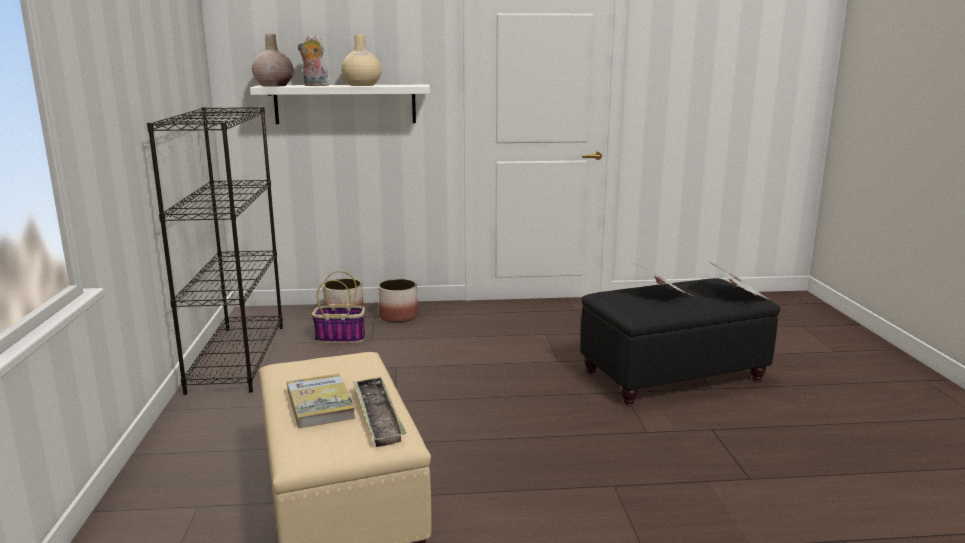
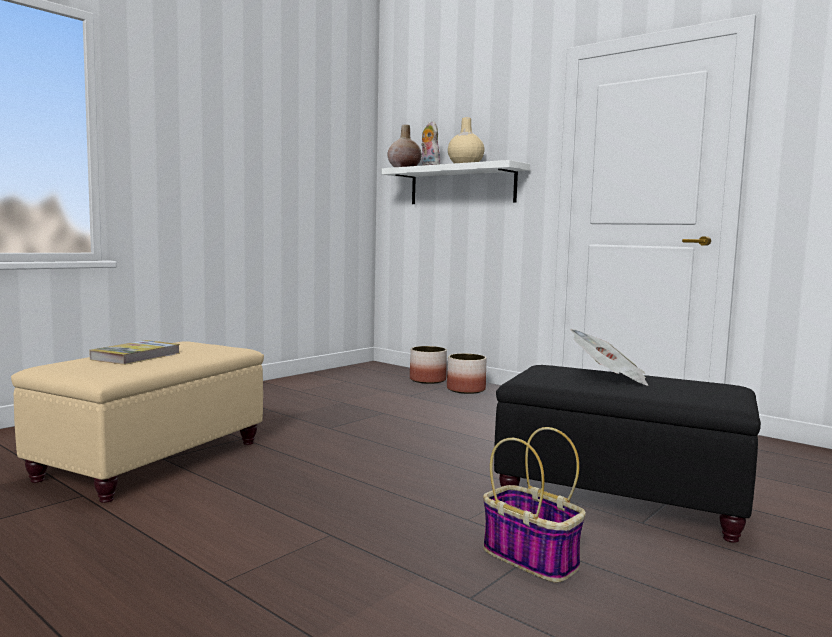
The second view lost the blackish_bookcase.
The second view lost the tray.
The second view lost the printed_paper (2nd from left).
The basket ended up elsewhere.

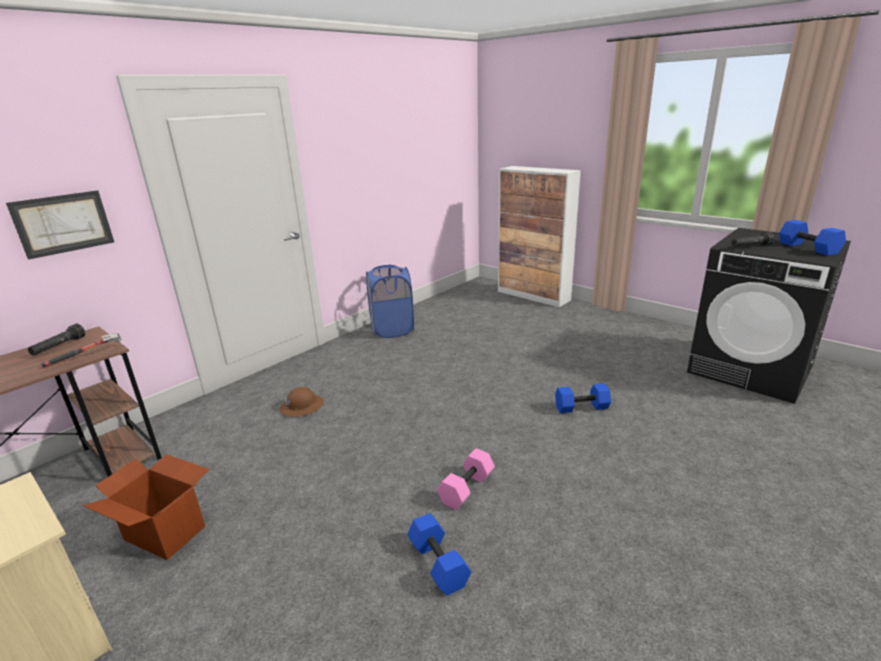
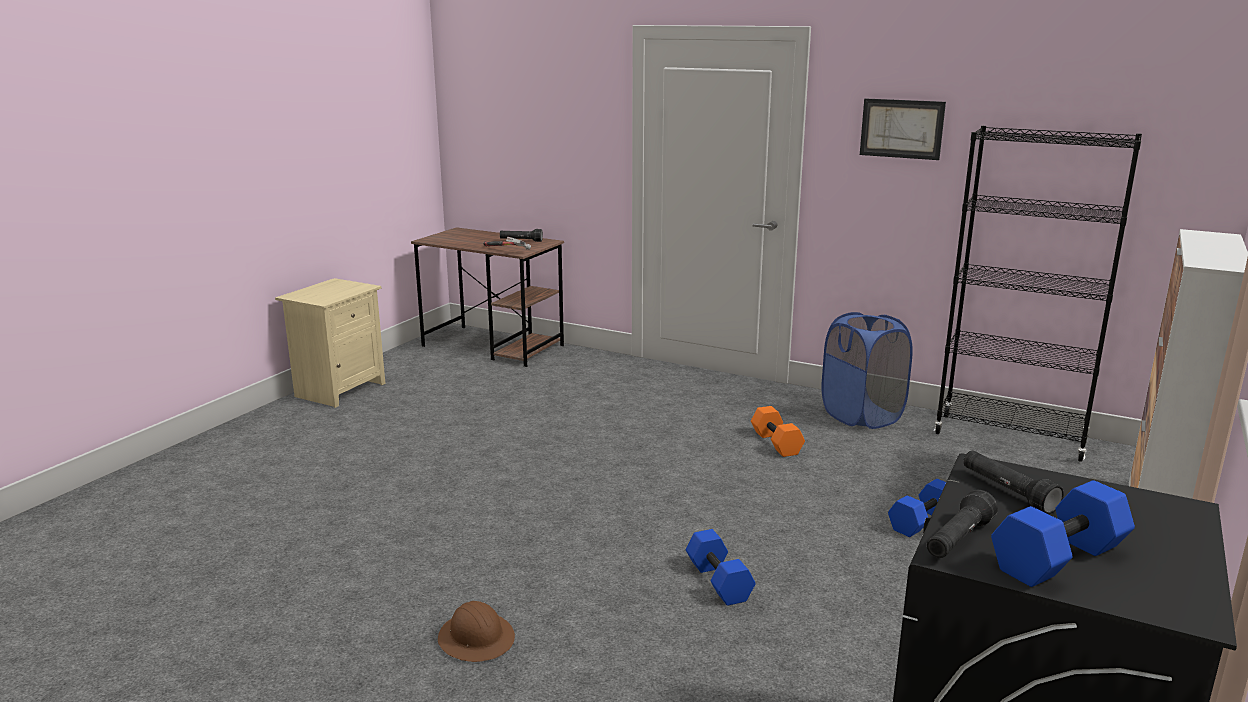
The second view lost the packing_box.
The second view lost the pink_dumbbell.
The second view gained the orange-coloured_dumbbell.
The second view gained the blackish_flashlight (2nd from left).
The second view gained the blackish_bookcase.
The wall_picture ended up elsewhere.
The brownish_hard_hat ended up elsewhere.
The blue_dumbbell (1st from left in the first image) ended up elsewhere.

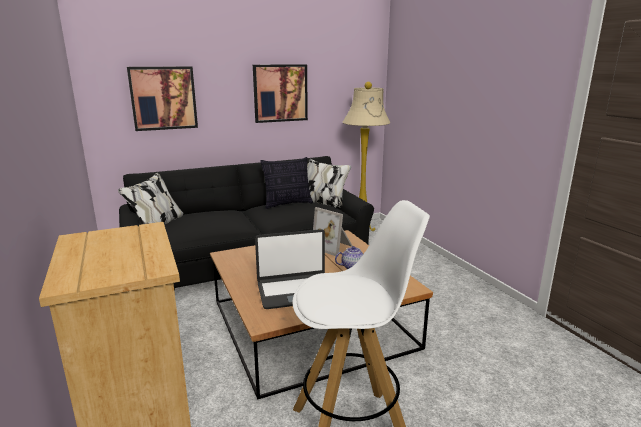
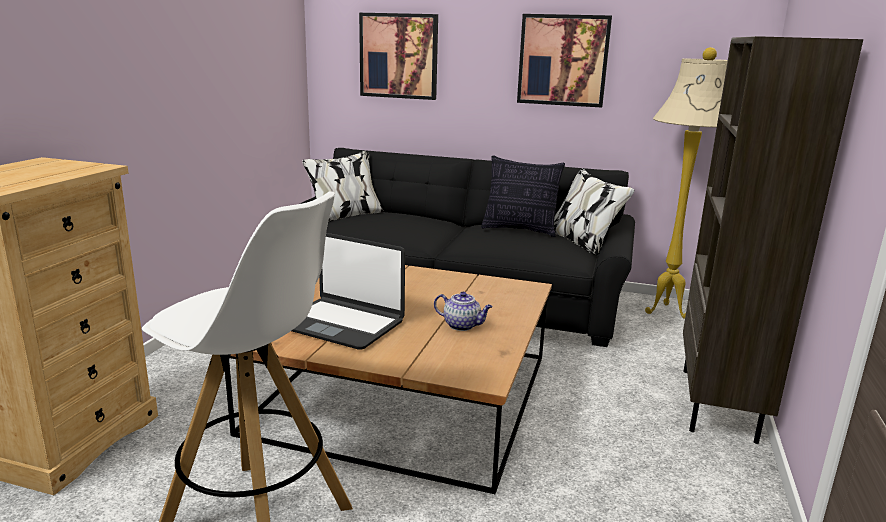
The second view lost the photo_frame.
The second view gained the brownish_bookcase.

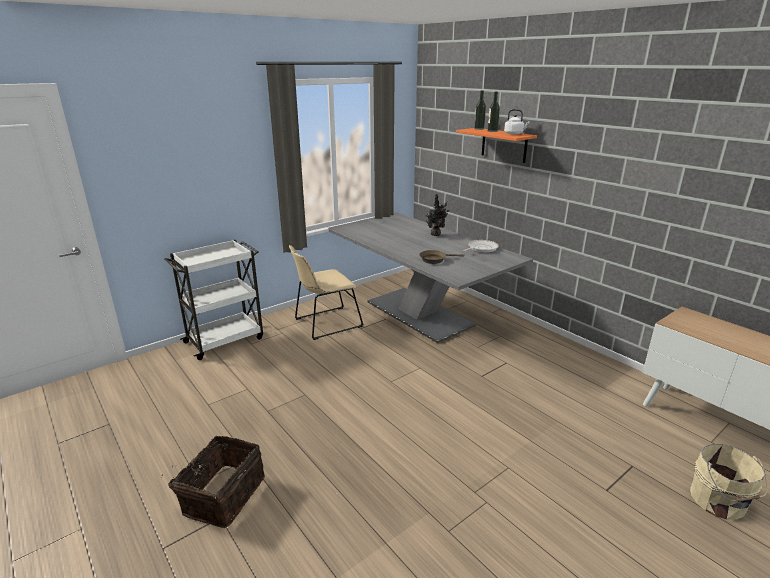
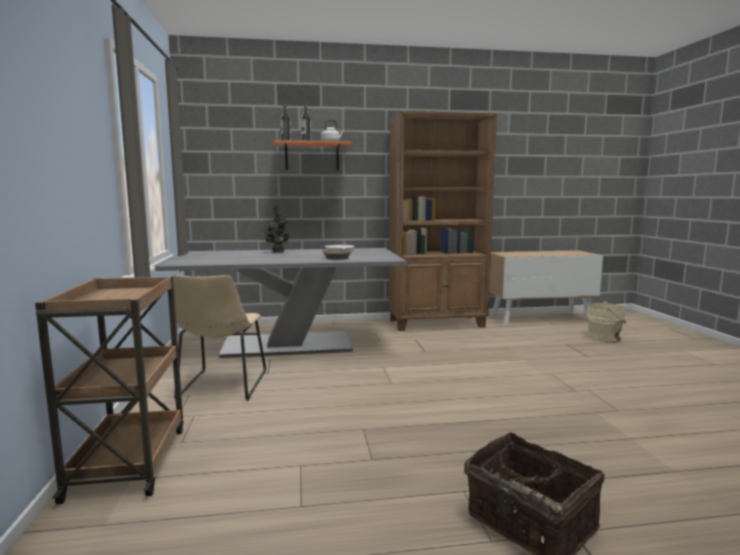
The second view gained the brownish_bookcase.
What was the white-coloured_trolley turned into the brownish_trolley.

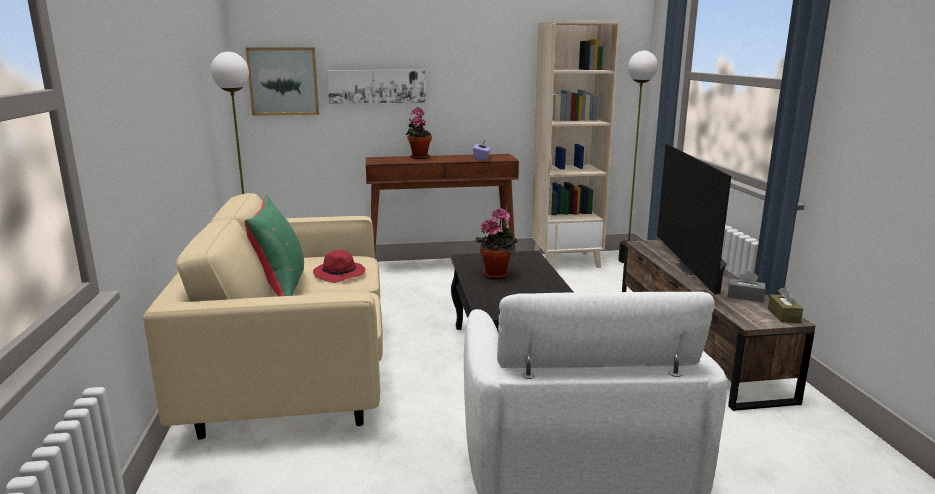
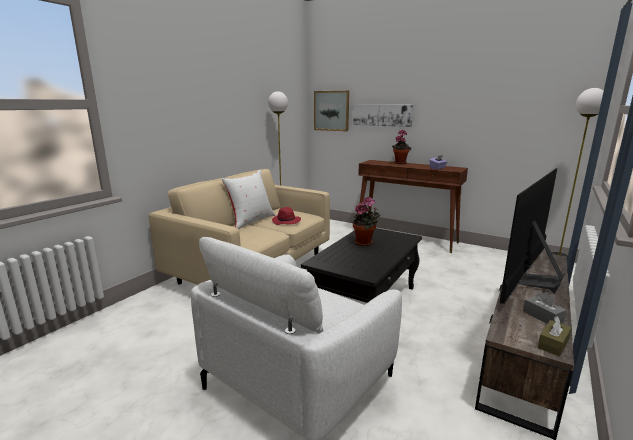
The second view lost the beige_bookcase.
What was the green_pillow turned into the white-coloured_pillow.

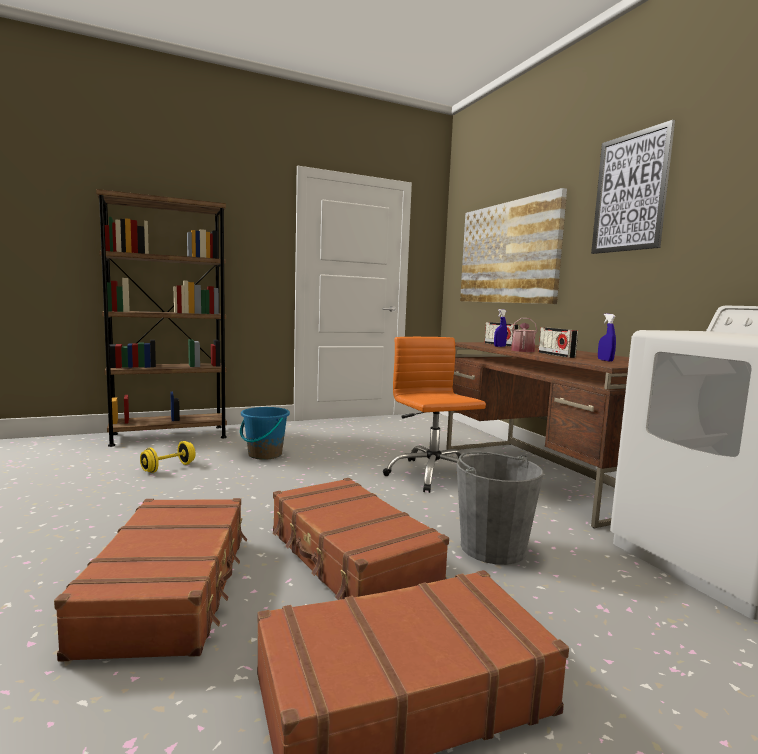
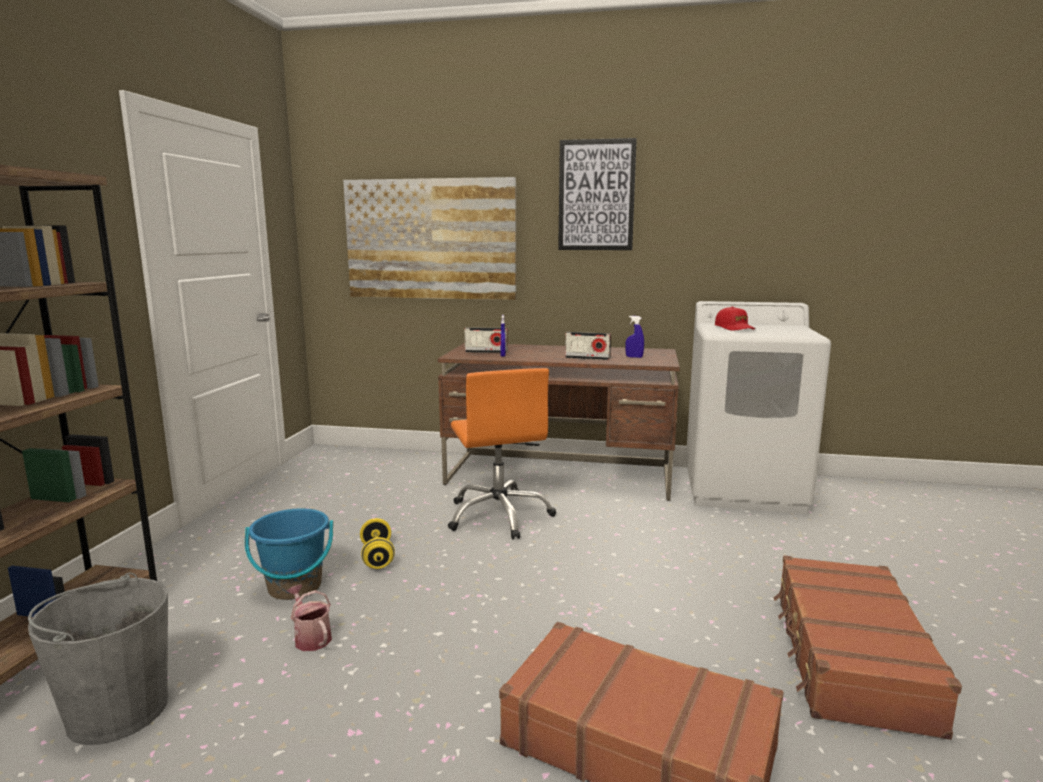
The second view lost the brownish_suitcase (2nd from left).
The second view gained the red_baseball_cap.
The yellowish_dumbbell ended up elsewhere.
The gray_pail ended up elsewhere.
The watering_can ended up elsewhere.
The orange-coloured_computer_chair ended up facing another way, 120 degrees counterclockwise from before.

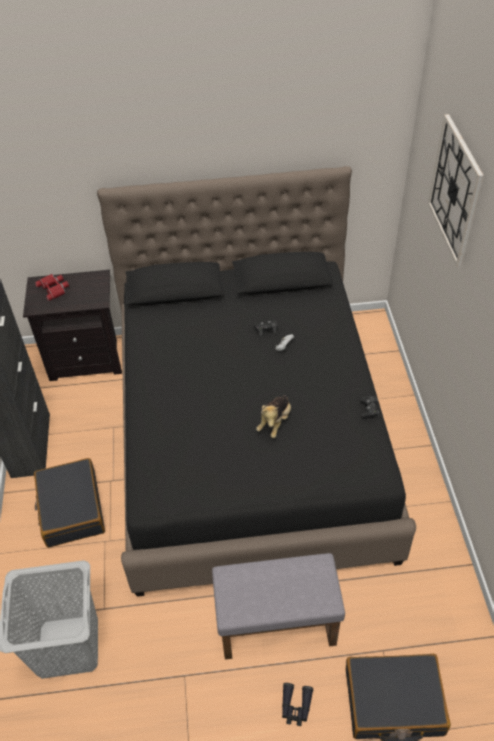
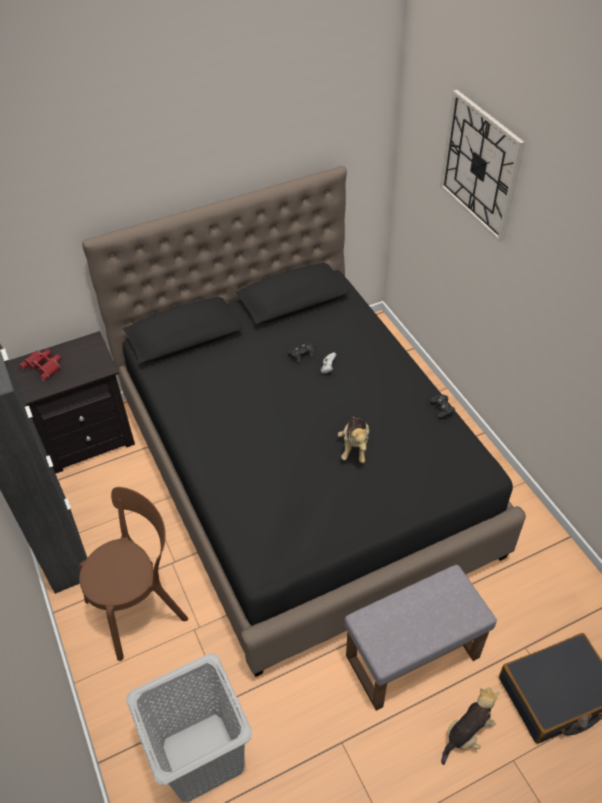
Where the blackish_suitcase (1st from left) stood, the brownish_upright_chair came to stand.
Where the blackish_binoculars stood, the plush_toy (2nd from left) came to stand.

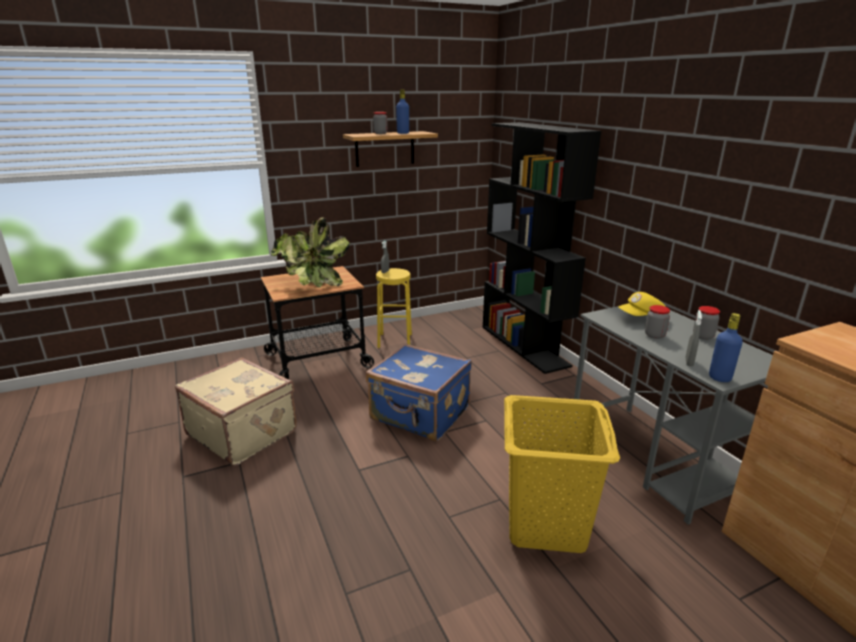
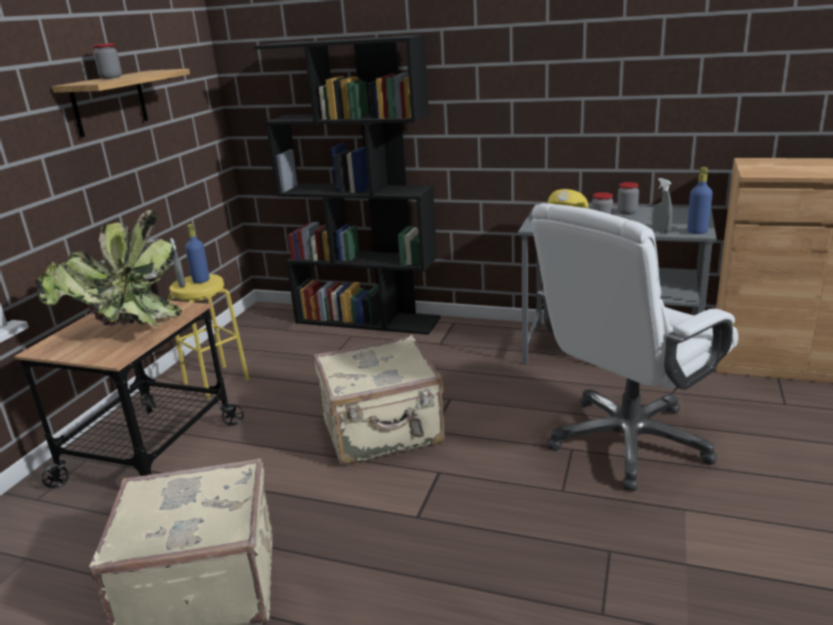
The blue_drink_bottle (1st from left) ended up elsewhere.
Where the yellowish_hamper stood, the white-coloured_computer_chair came to stand.
What was the blue_suitcase turned into the beige_suitcase (2nd from left).

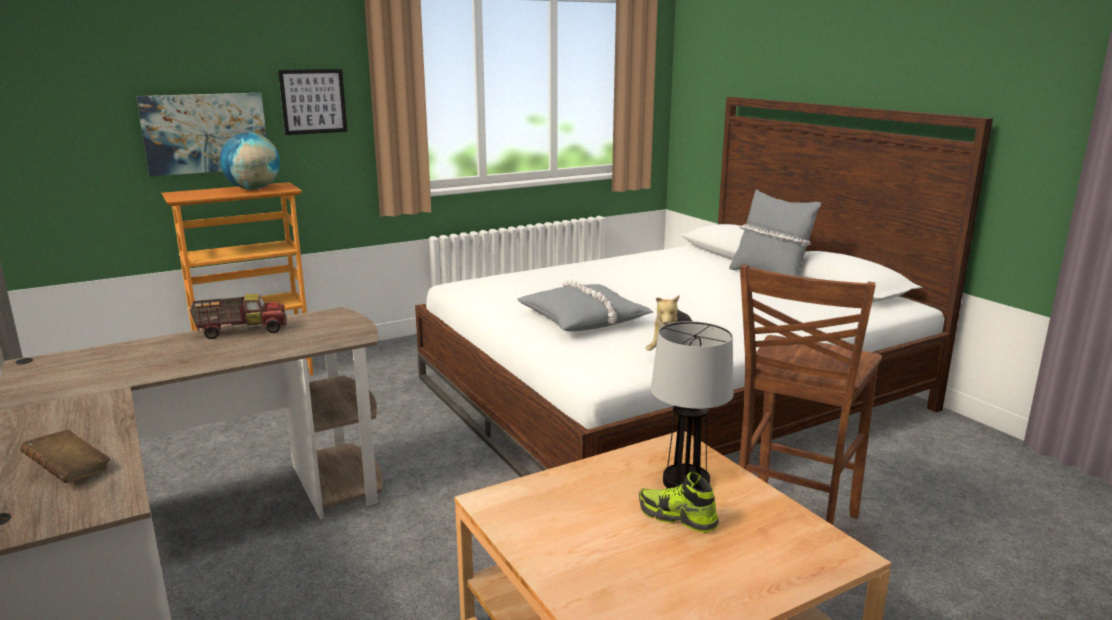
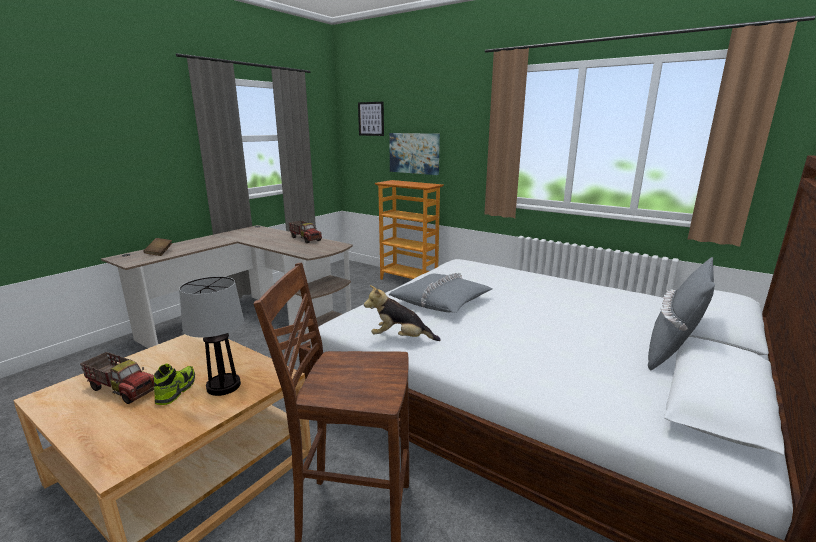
The second view lost the globe.
The second view gained the model_truck (1st from left).
The wall_picture (2nd from left in the first image) ended up elsewhere.

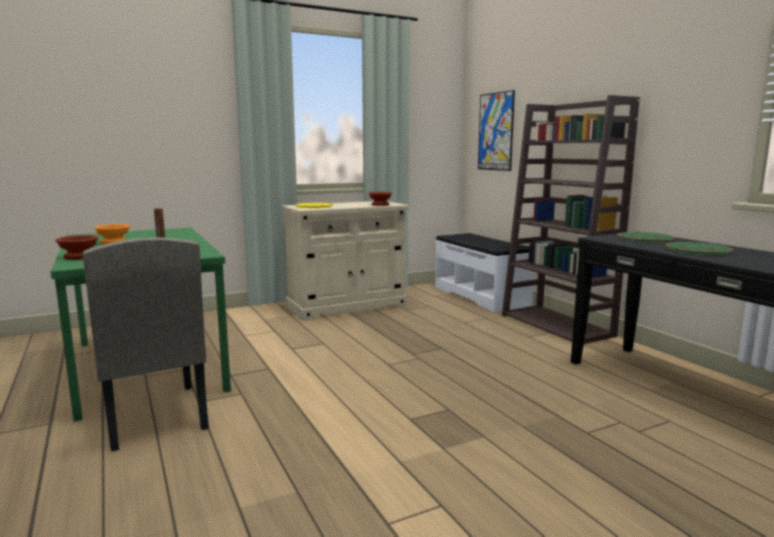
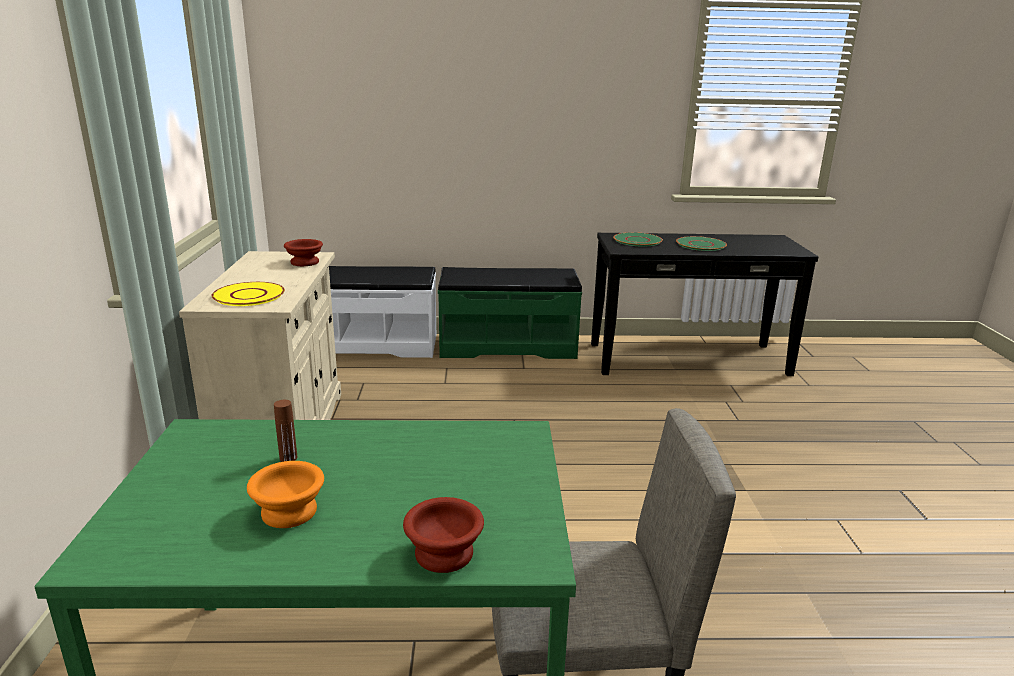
The second view lost the wall_picture.
Where the brownish_bookcase stood, the green_long_seat came to stand.

